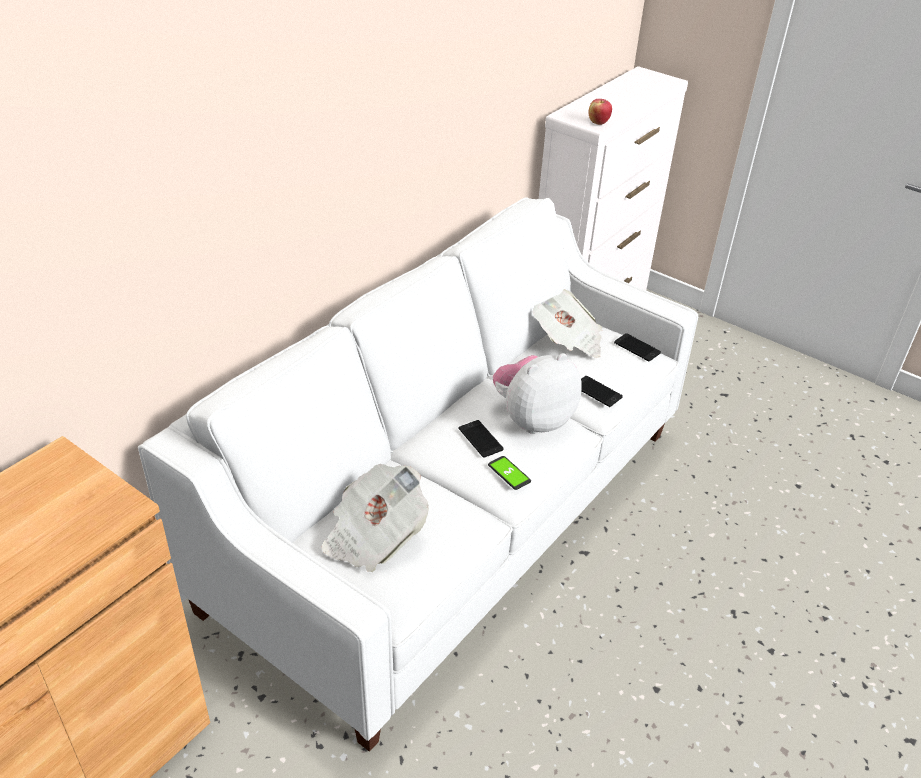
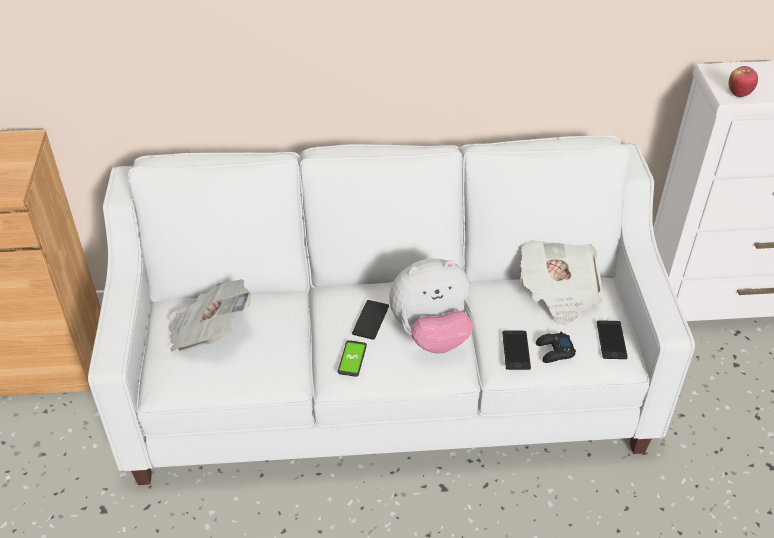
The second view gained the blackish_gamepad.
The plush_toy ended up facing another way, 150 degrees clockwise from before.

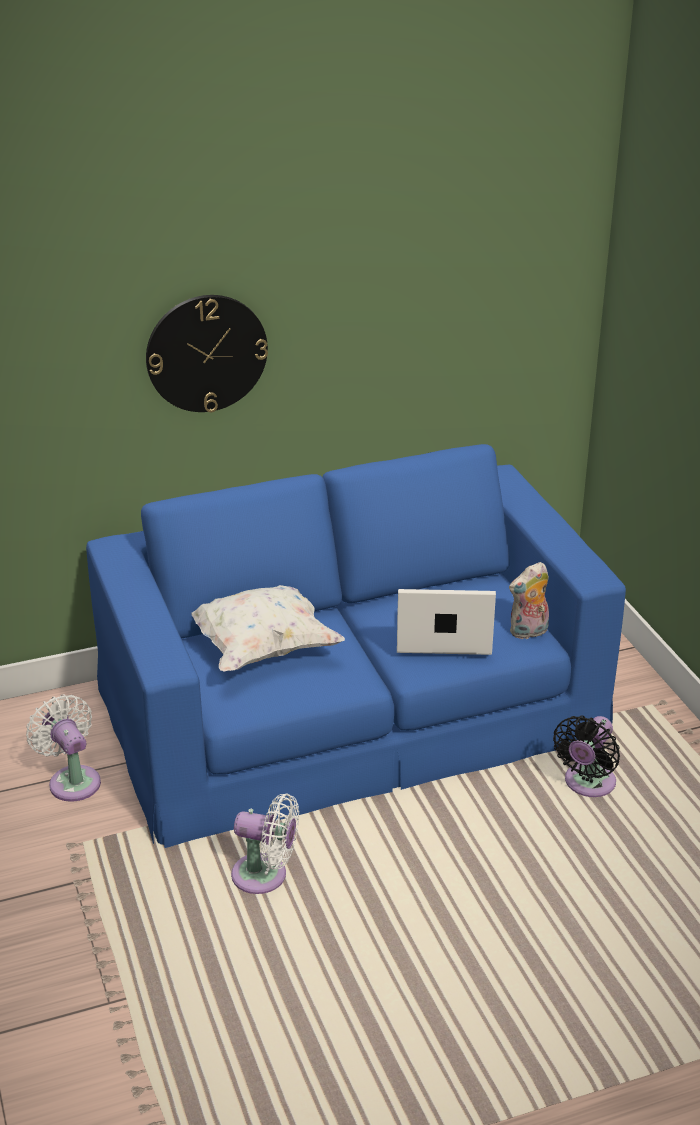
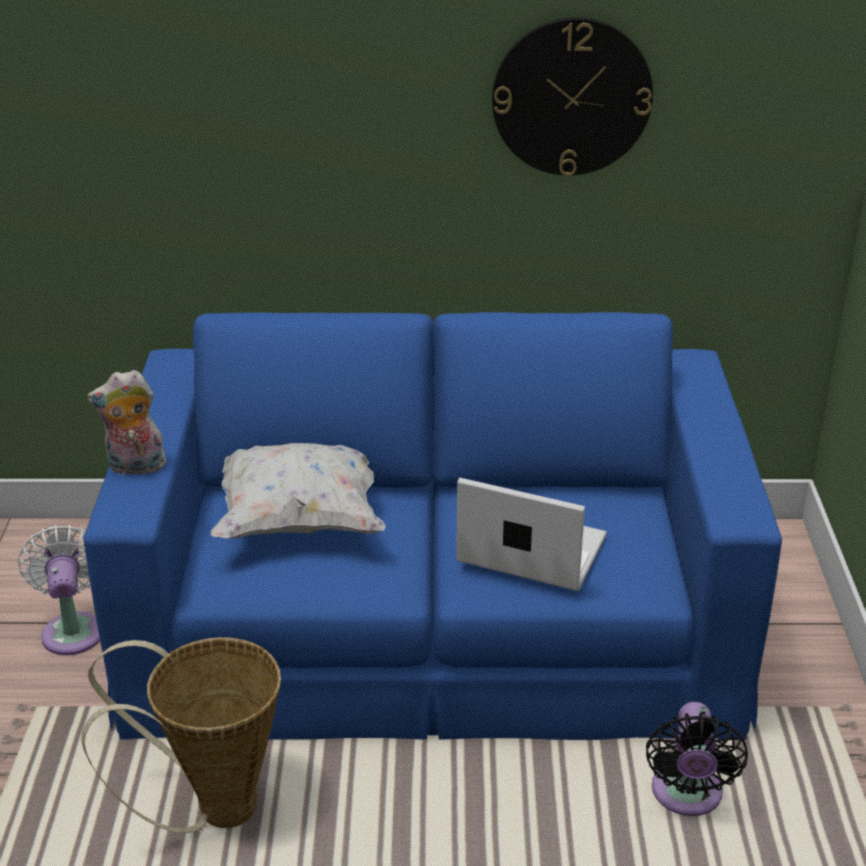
The clock_on_the_wall ended up elsewhere.
The plush_toy ended up elsewhere.
Where the white-coloured_cooling_fan (2nd from left) stood, the basket came to stand.
The blackish_cooling_fan ended up facing another way, 45 degrees counterclockwise from before.

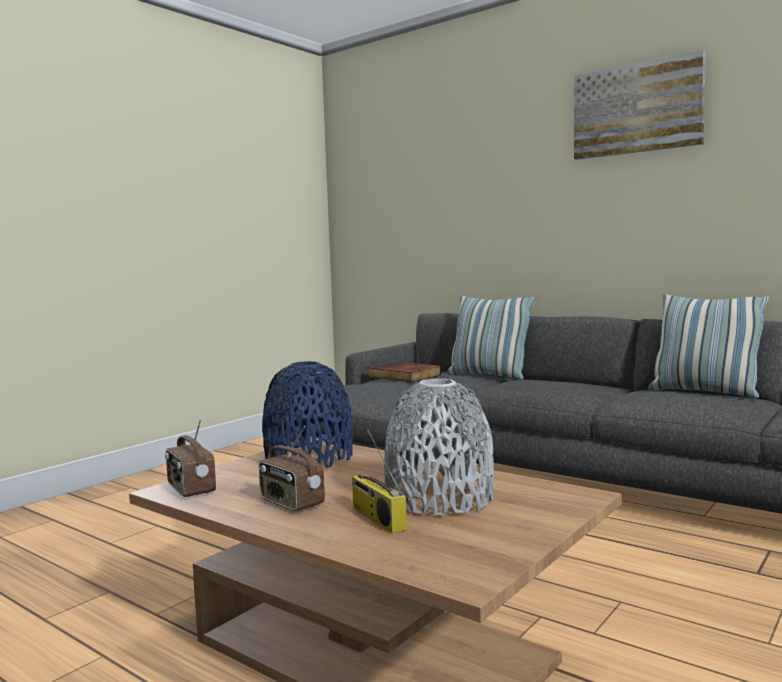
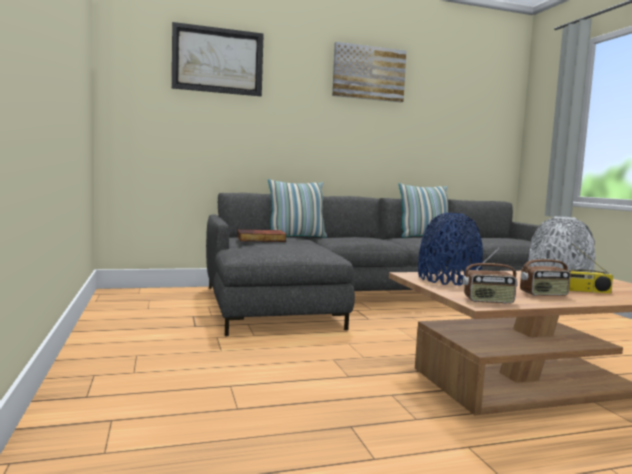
The second view gained the wall_picture (1st from left).

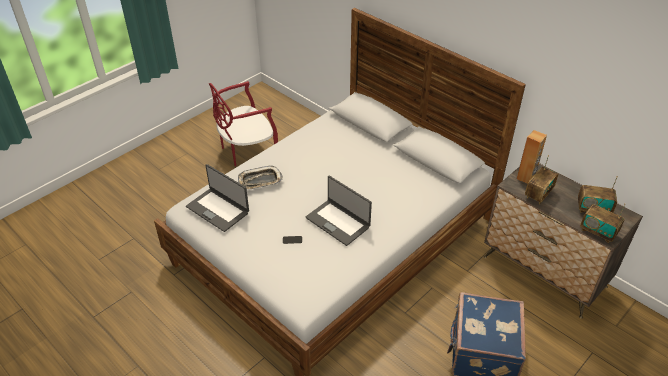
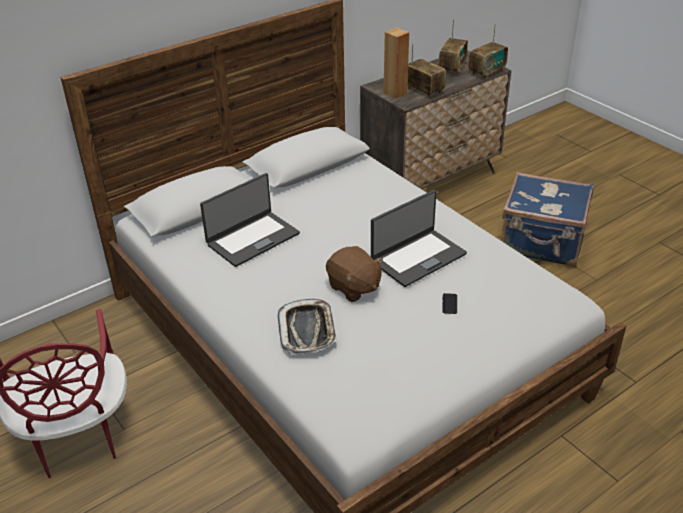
The second view gained the brownish_plush_toy.
The portable_computer (1st from left) ended up elsewhere.

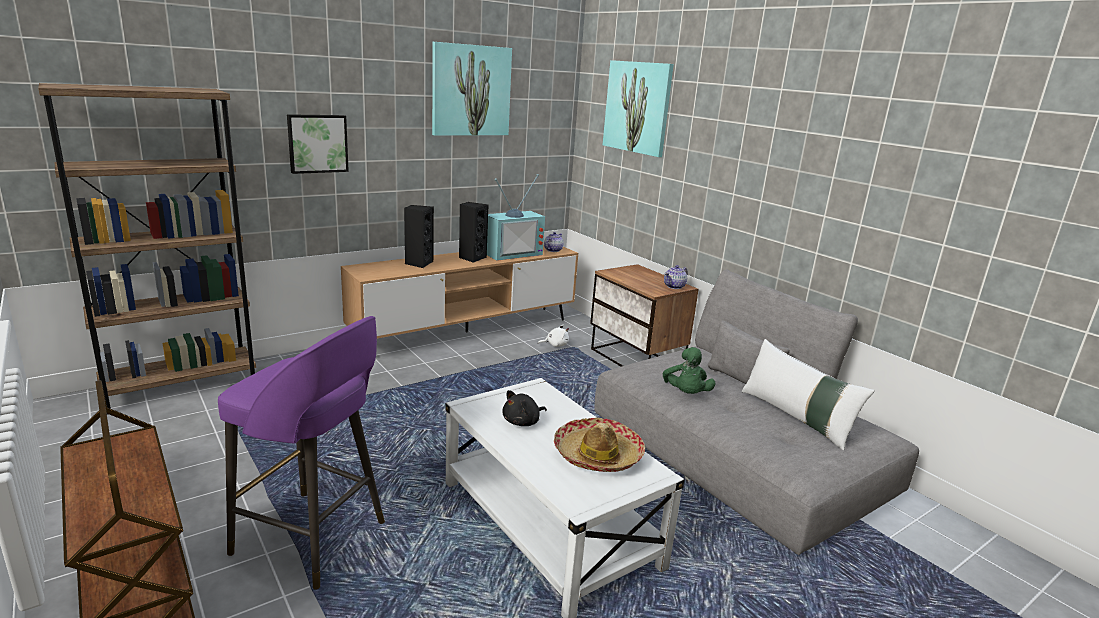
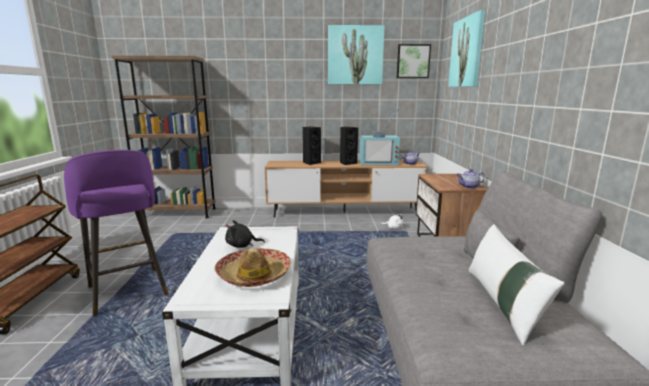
The second view lost the green_plush_toy.
The wall_picture (1st from left in the first image) ended up elsewhere.

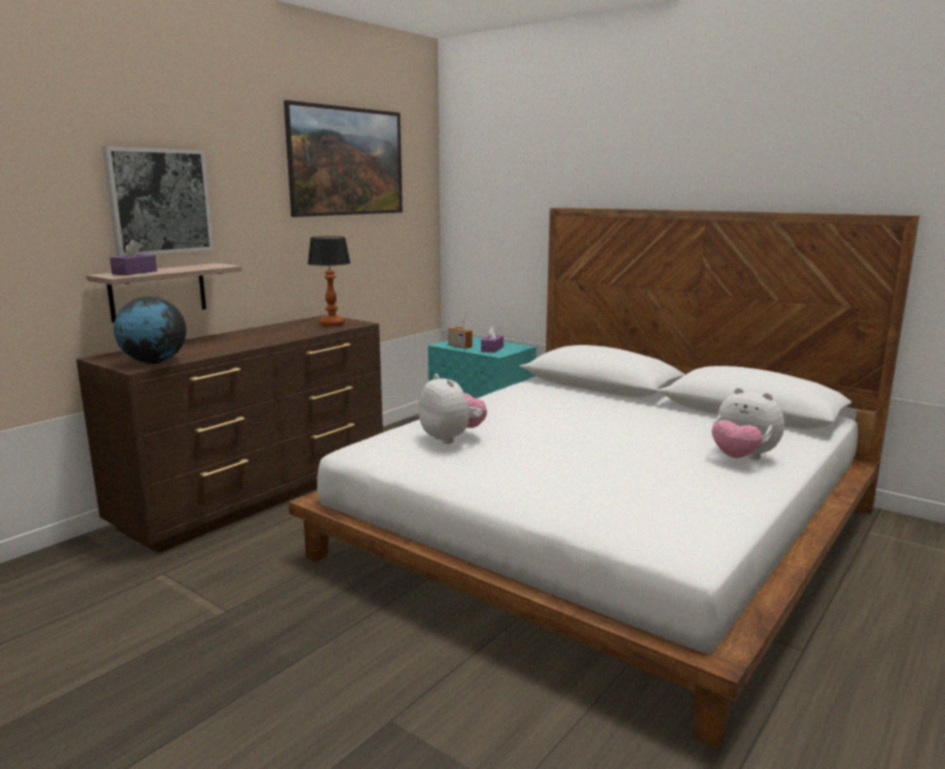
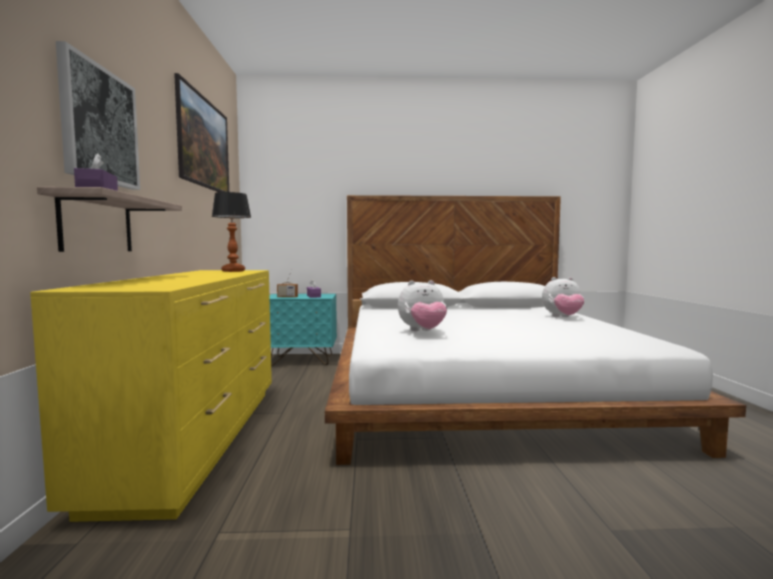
The second view lost the globe.
What was the brownish_chest_of_drawers turned into the yellowish_chest_of_drawers.
The plush_toy (1st from left) ended up facing another way, 150 degrees clockwise from before.

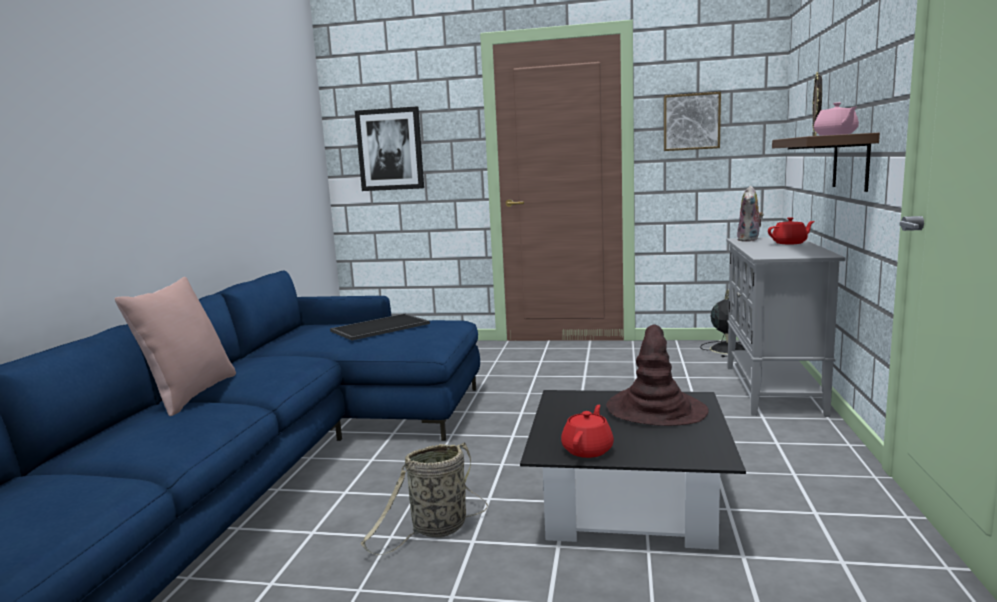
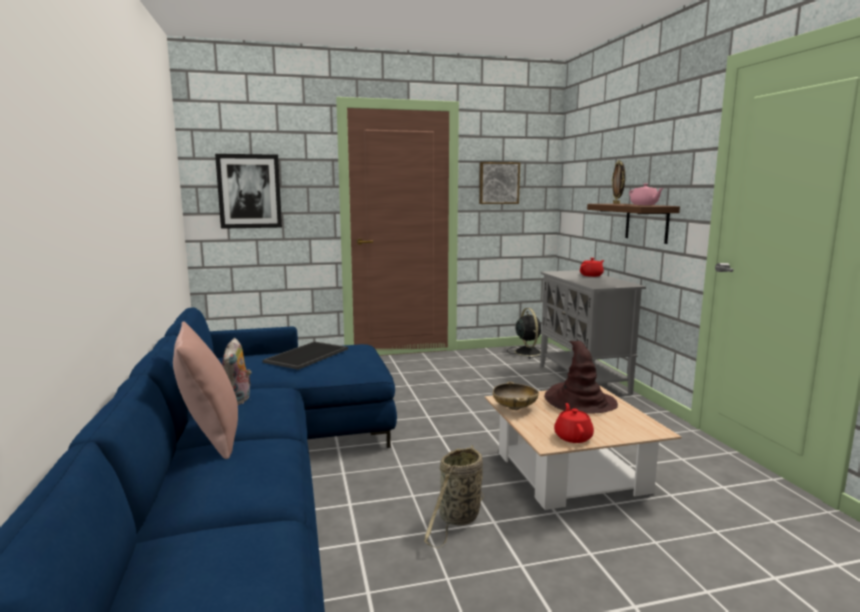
The second view gained the beige_deep_dish.
The plush_toy ended up elsewhere.
What was the blackish_lounge_table turned into the beige_lounge_table.

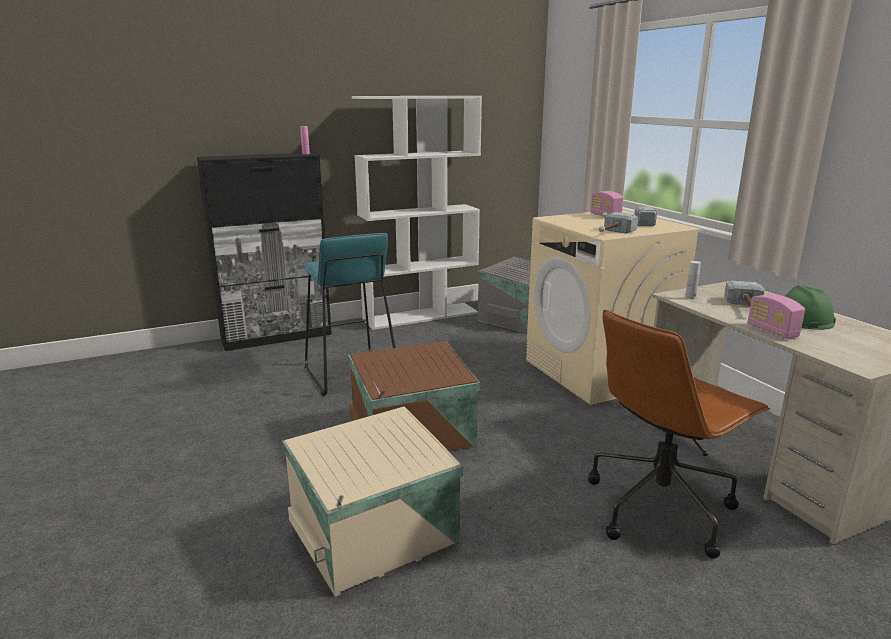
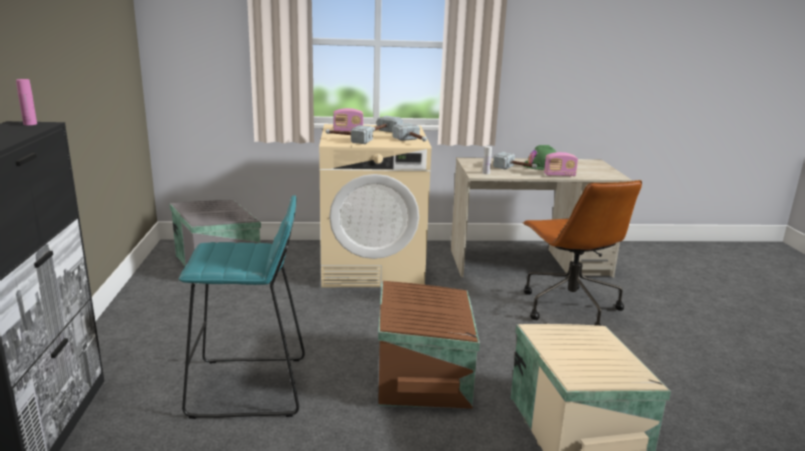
The second view lost the white-coloured_bookcase.
The second view gained the hand_hammer (1st from left).

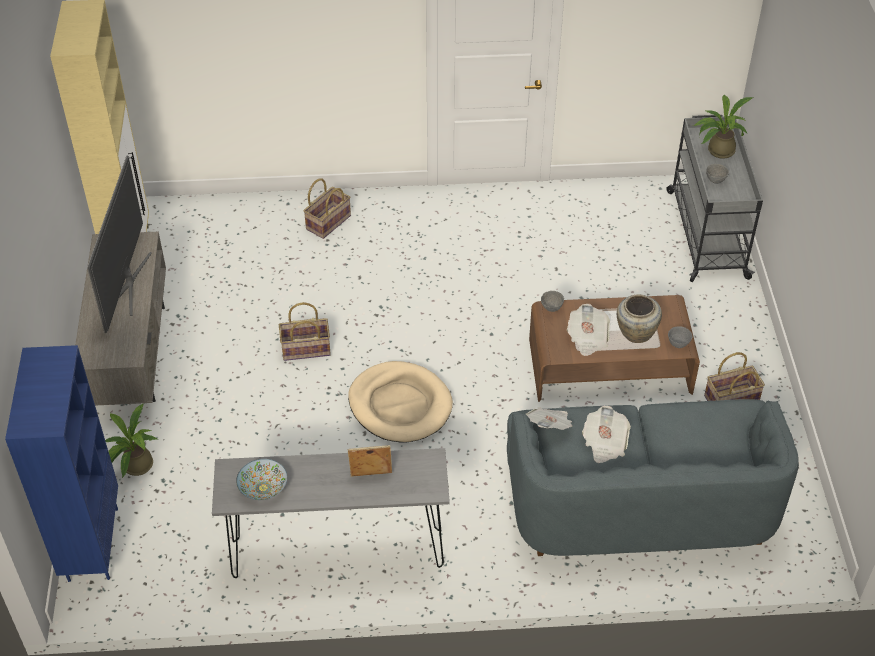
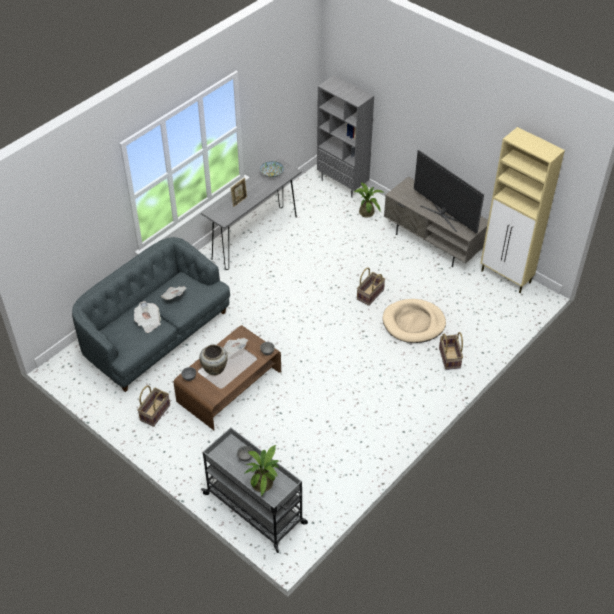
The beige_dog_cushion ended up elsewhere.
The printed_paper (1st from left) ended up elsewhere.
What was the blue_bookcase turned into the gray_bookcase.

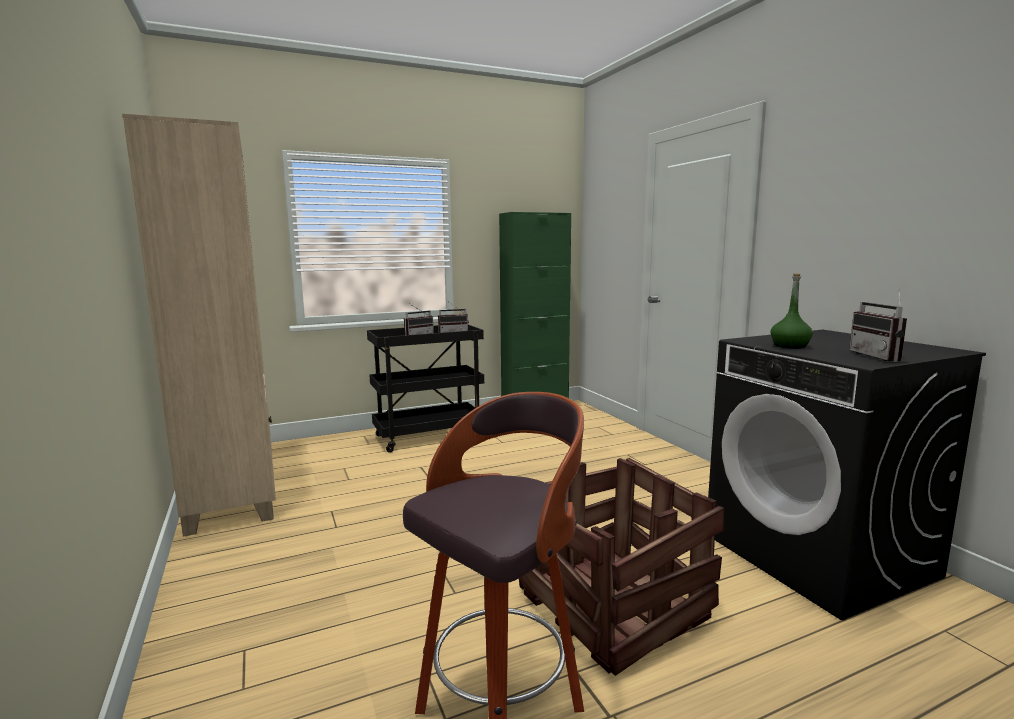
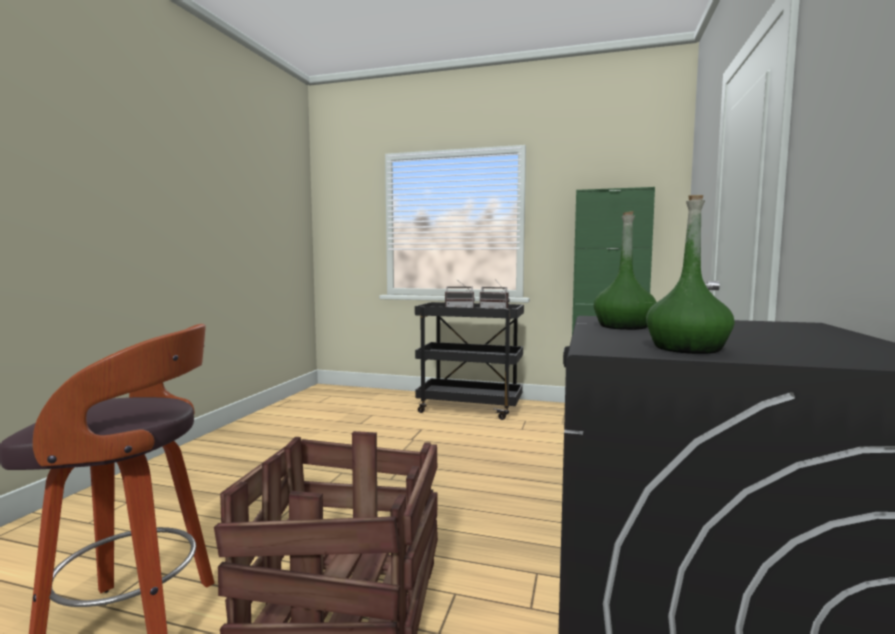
The second view lost the beige_bookcase.
Where the radio_set (3rd from left) stood, the green_drink_bottle (2nd from left) came to stand.

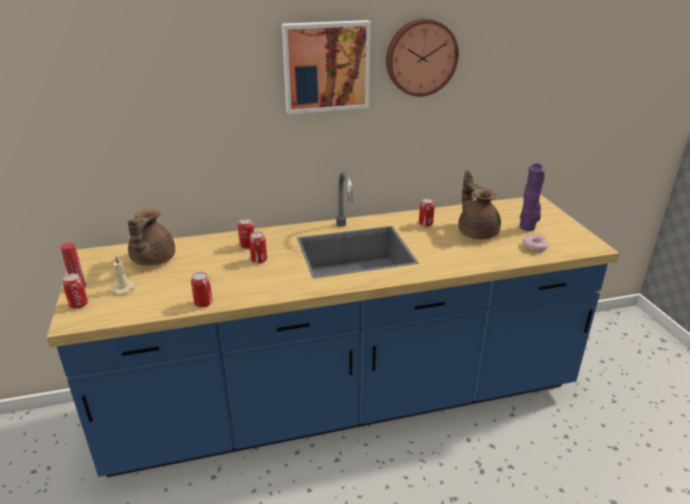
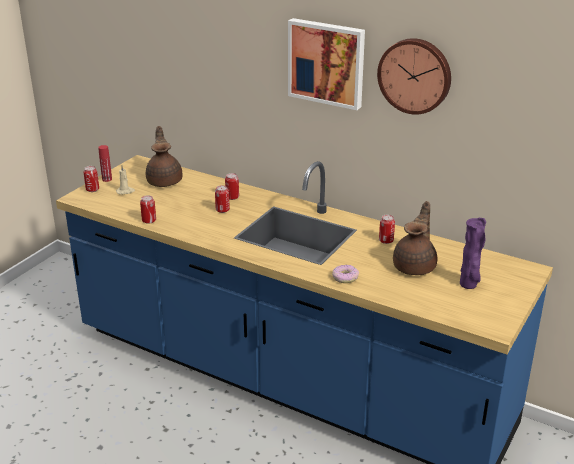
The doughnut ended up elsewhere.
The brownish_tea_pot (1st from left) ended up facing another way, 120 degrees clockwise from before.

